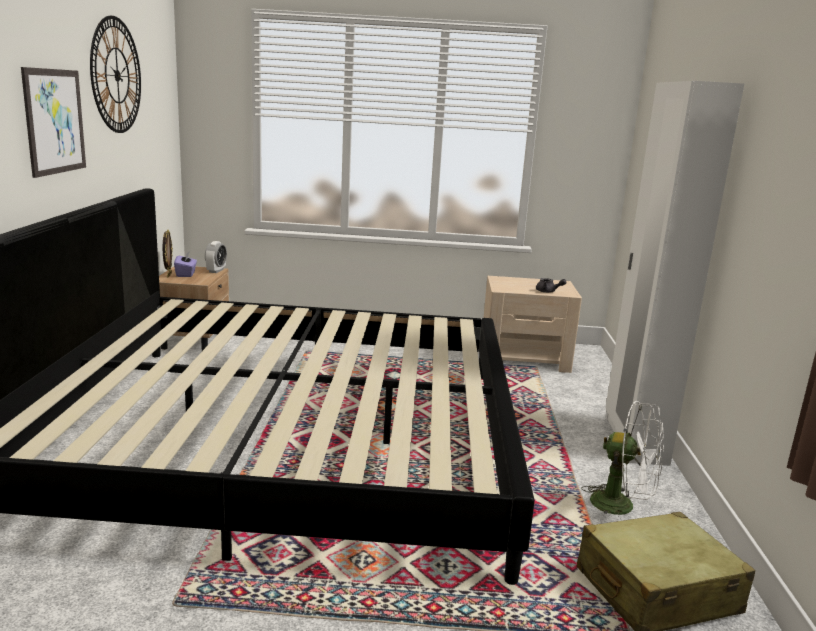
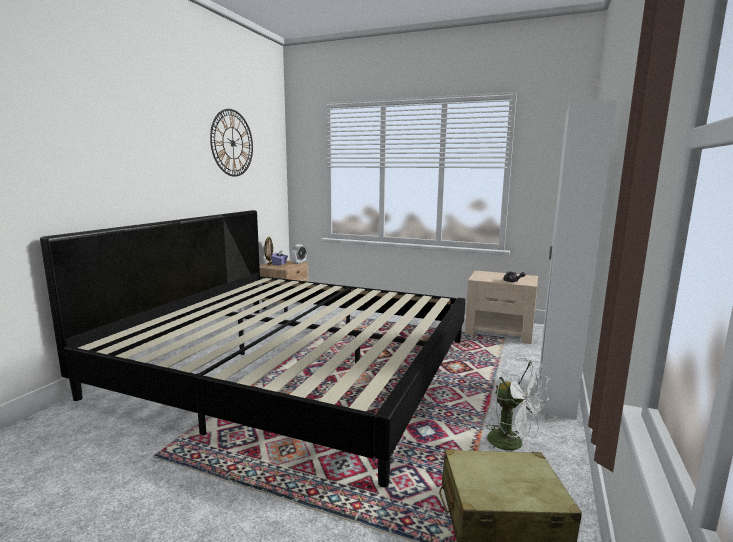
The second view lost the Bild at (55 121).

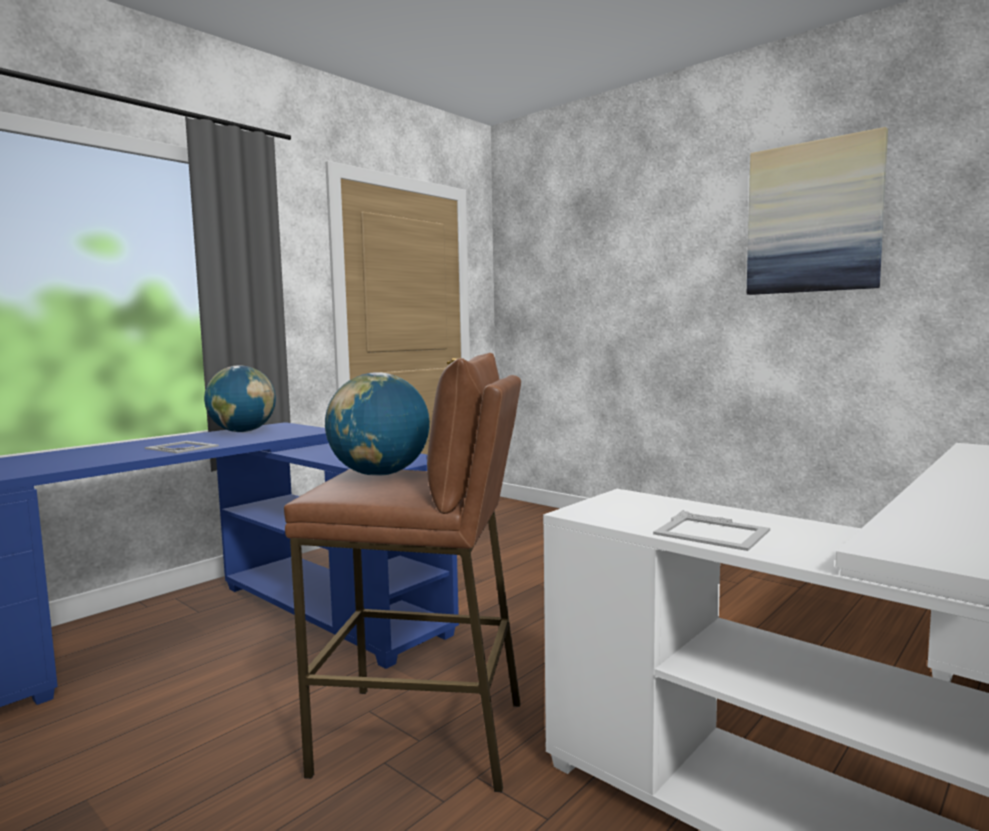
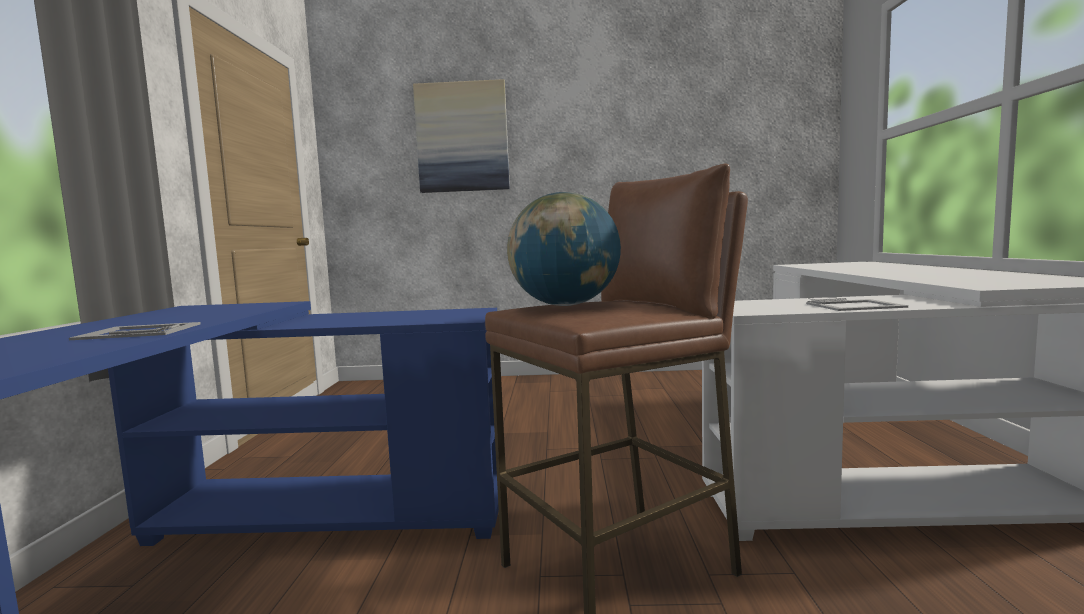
The second view lost the Globus at (243 431). The Bild ended up elsewhere, having gone from (813 218) to (462 137).

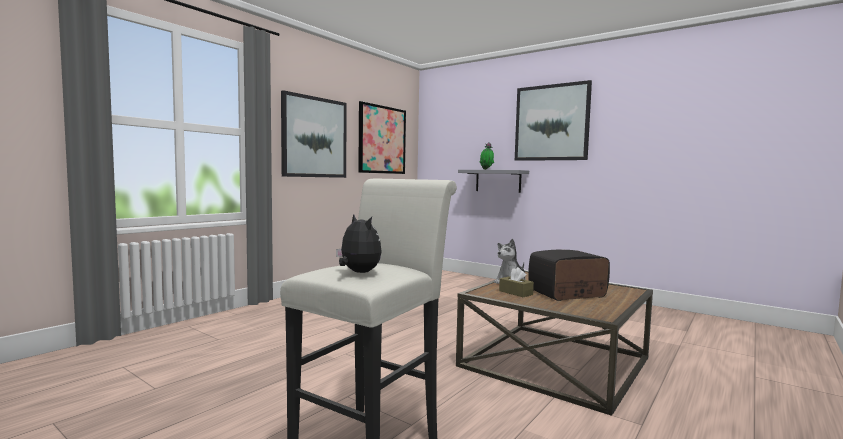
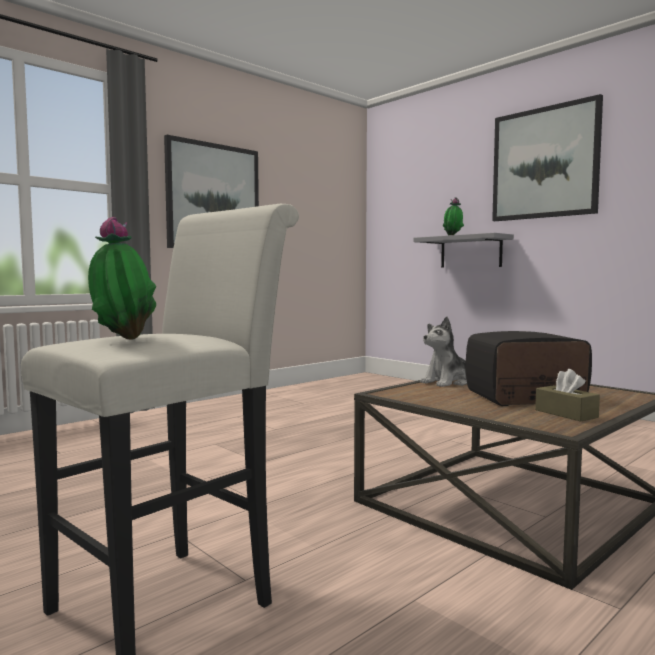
Where the Plüschtier stood at (358 273), the Topfpflanze came to stand at (122 339). The second view lost the Bild at (382 140). The Taschentuchbox [braun] ended up elsewhere, having gone from (515 293) to (566 414).

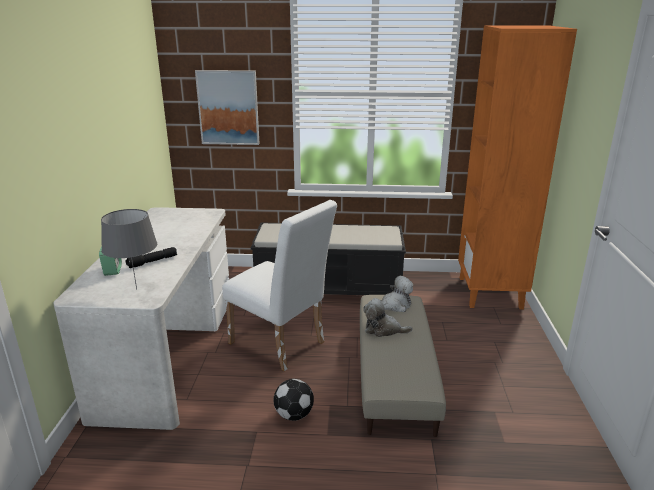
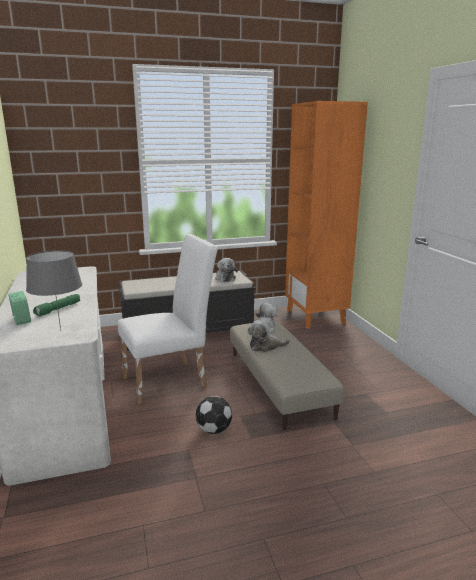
What was the Taschenlampe [schwarz] at (152 262) turned into the Taschenlampe [grün] at (58 309). The second view lost the Bild at (228 107). The Stuhl [weiß] at (281 345) ended up facing another way, 45 degrees counterclockwise from before. The second view gained the Plüschtier at (225 278).

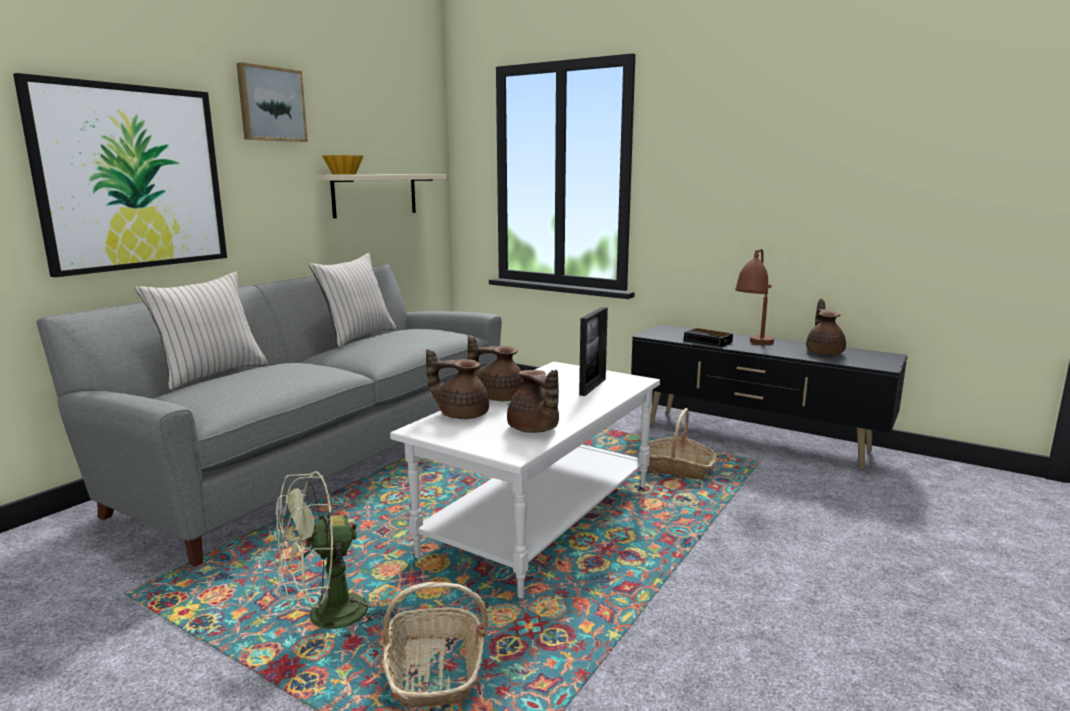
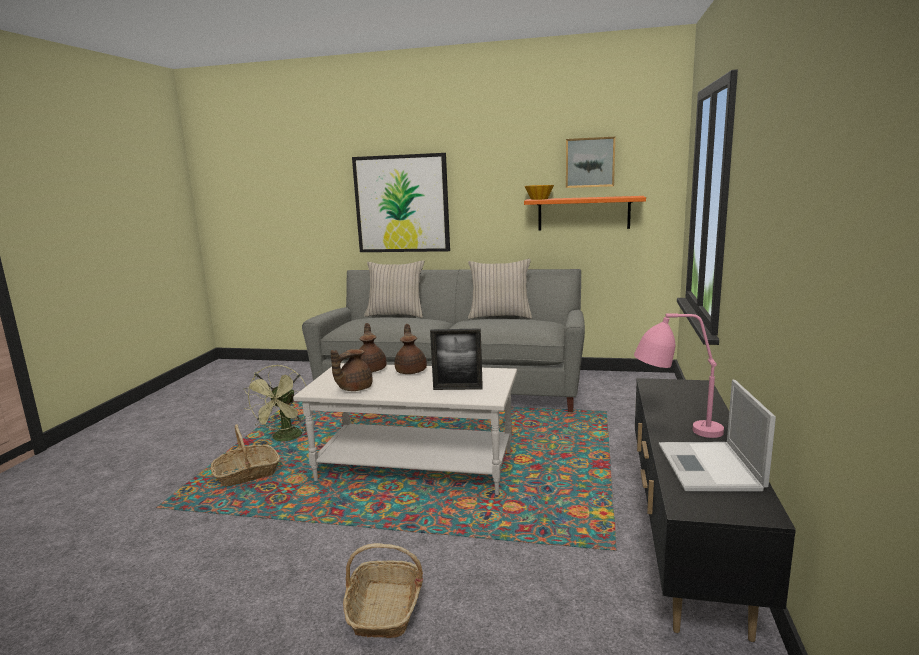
The Bild ended up elsewhere, having gone from (271 104) to (590 162). The Ventilator [grün] at (325 618) ended up facing another way, 120 degrees counterclockwise from before. What was the Wandregal [beige] at (375 195) turned into the Wandregal [orange] at (583 213). The Korb ended up elsewhere, having gone from (677 469) to (385 610). The second view lost the Wecker at (709 341). What was the Tischlampe [braun] at (753 347) turned into the Tischlampe [rosa] at (673 429). Where the Teekanne [braun] stood at (824 352), the Laptop came to stand at (710 468).

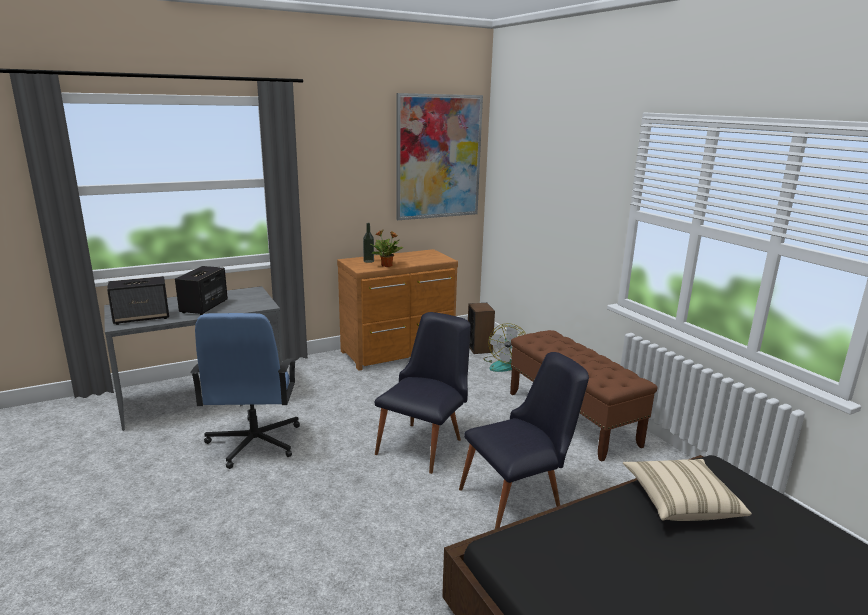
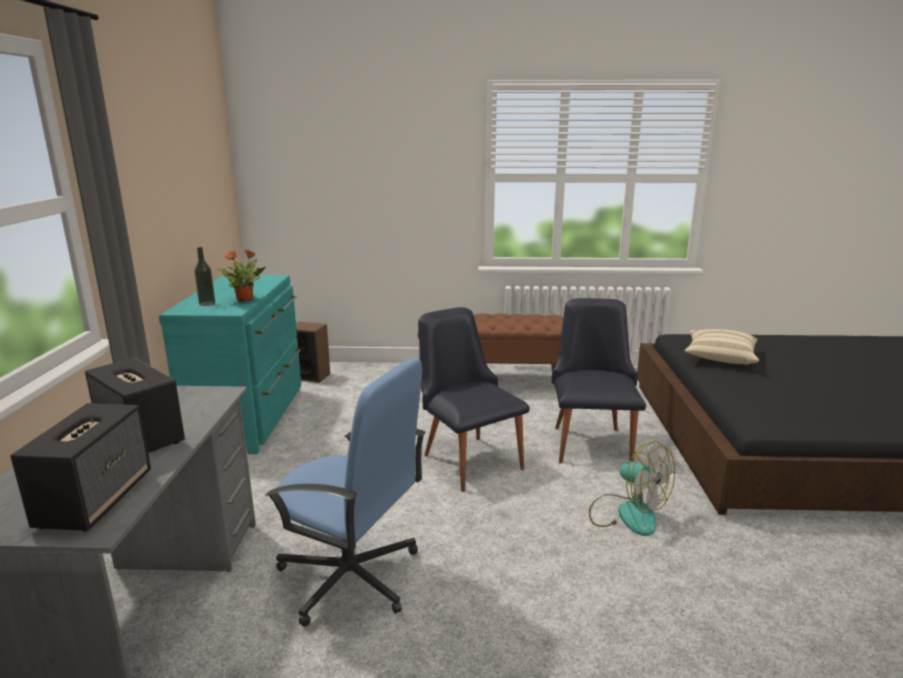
What was the Kommode [braun] at (399 352) turned into the Kommode [türkis] at (251 417). The second view lost the Bild at (438 157). The Ventilator ended up elsewhere, having gone from (504 364) to (627 513).

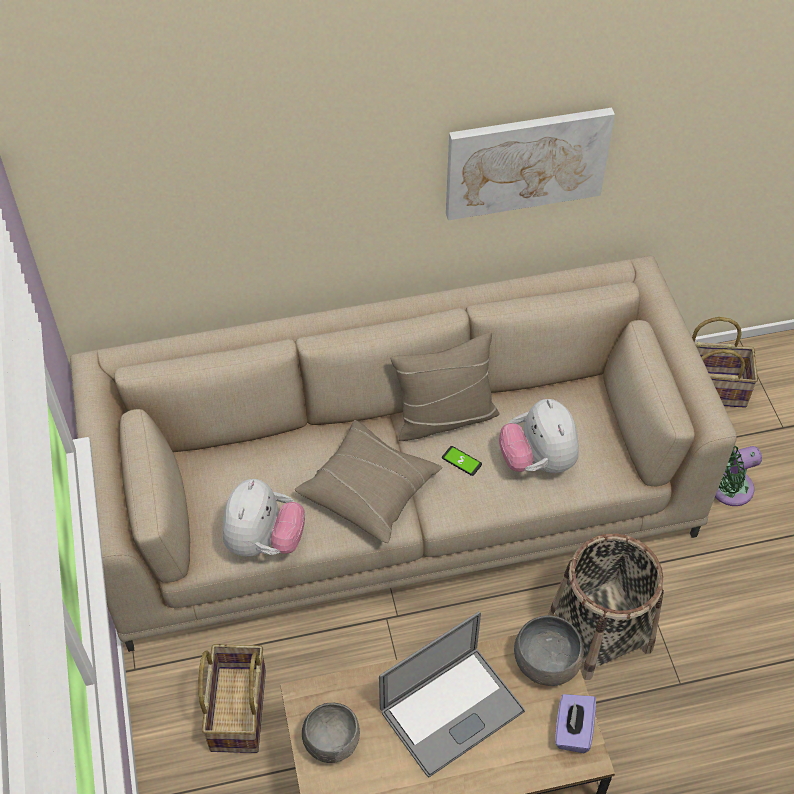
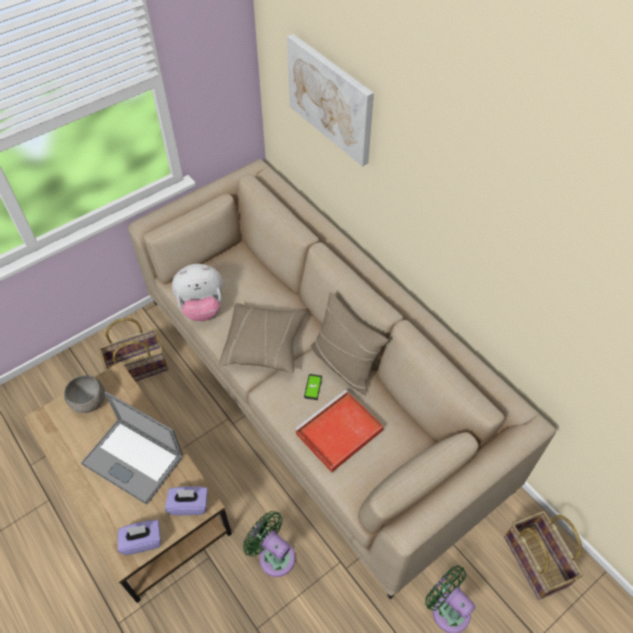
The Bild ended up elsewhere, having gone from (526 161) to (330 98). Where the Plüschtier stood at (537 460), the Tablett [rot] came to stand at (338 433). Where the Schüssel [grau] stood at (546 662), the Taschentuchbox [lila] came to stand at (189 505). Where the Korb stood at (600 633), the Ventilator [grün] came to stand at (274 555).

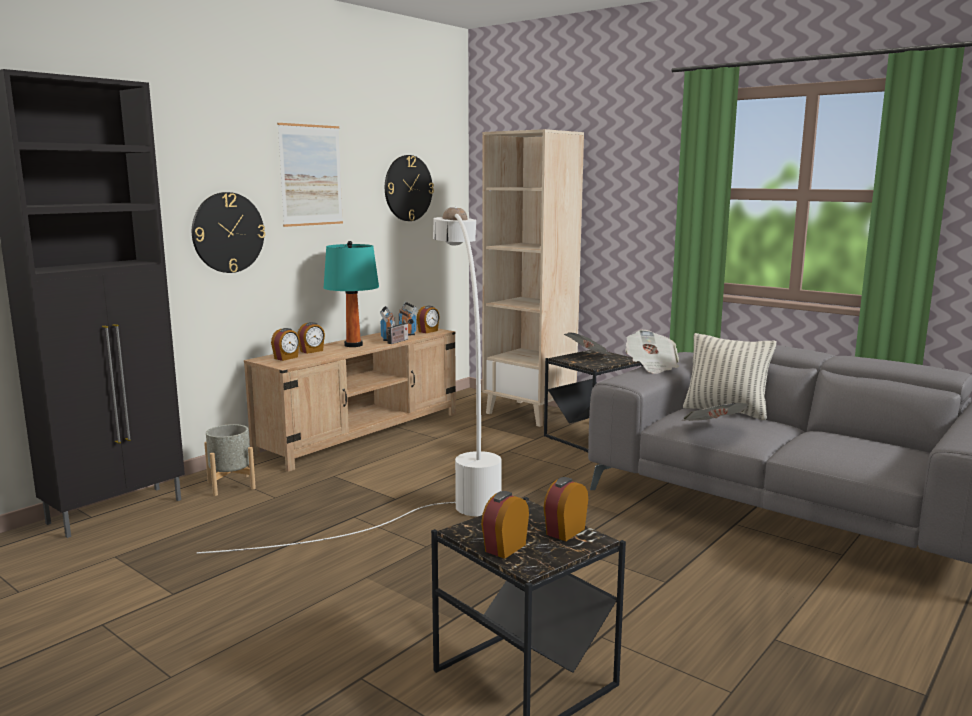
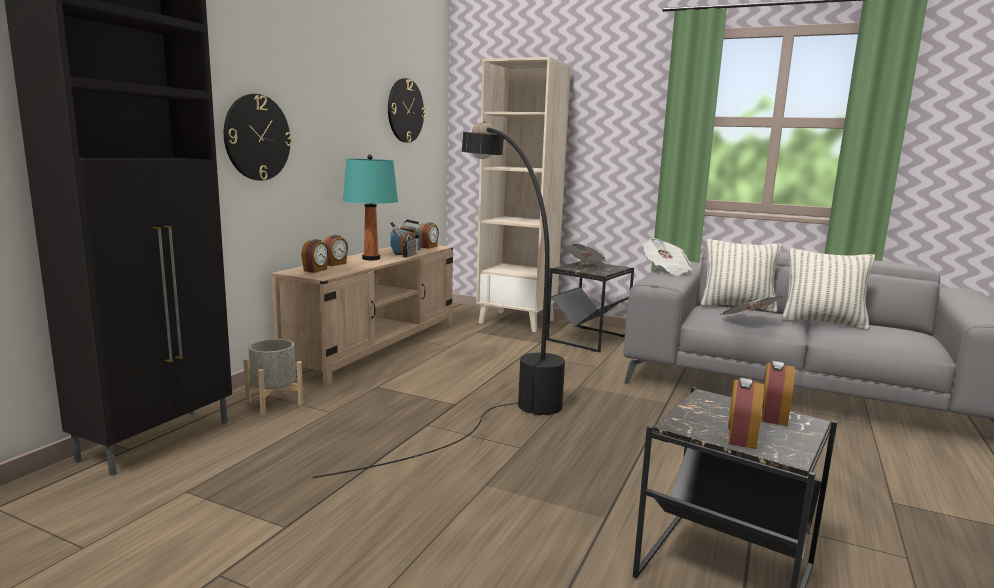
What was the Stehlampe [weiß] at (445 488) turned into the Stehlampe [schwarz] at (494 391). The second view lost the Bild at (311 175). The second view gained the Kissen at (822 323).

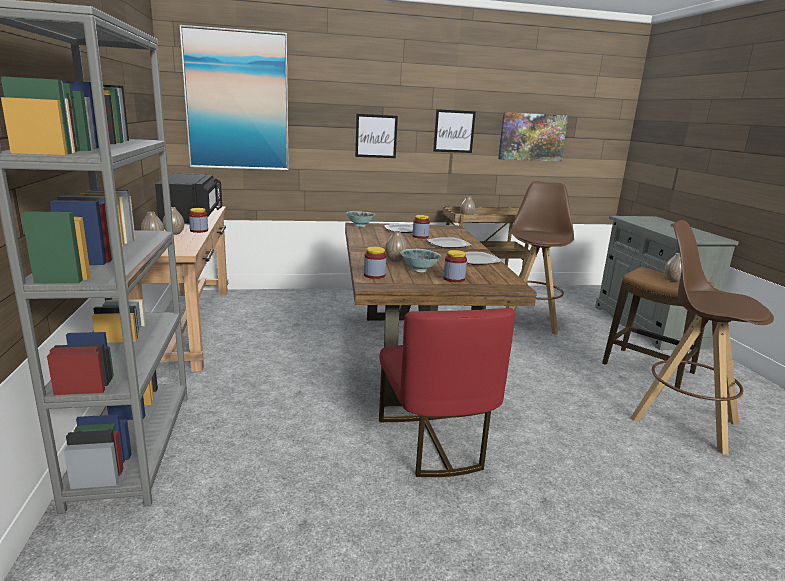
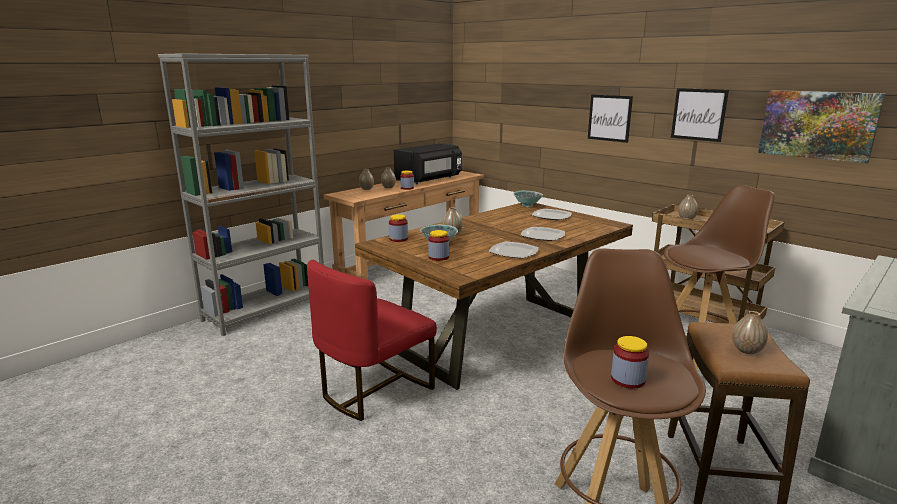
The second view lost the Bild at (237 101). The Vorratsglas ended up elsewhere, having gone from (420 236) to (628 379).

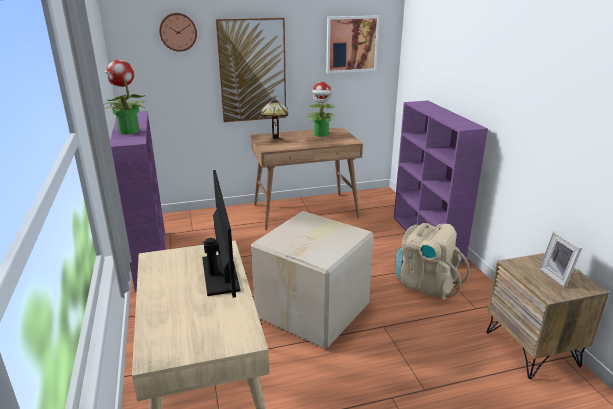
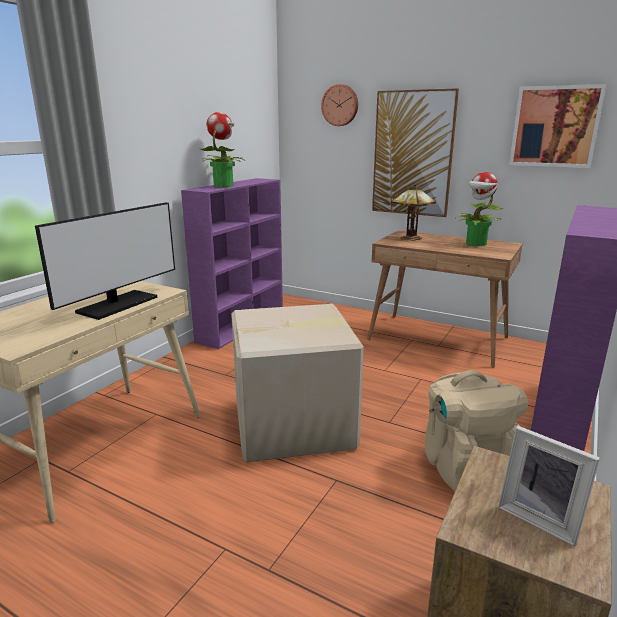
The Bilderrahmen at (557 276) ended up facing another way, 75 degrees counterclockwise from before.

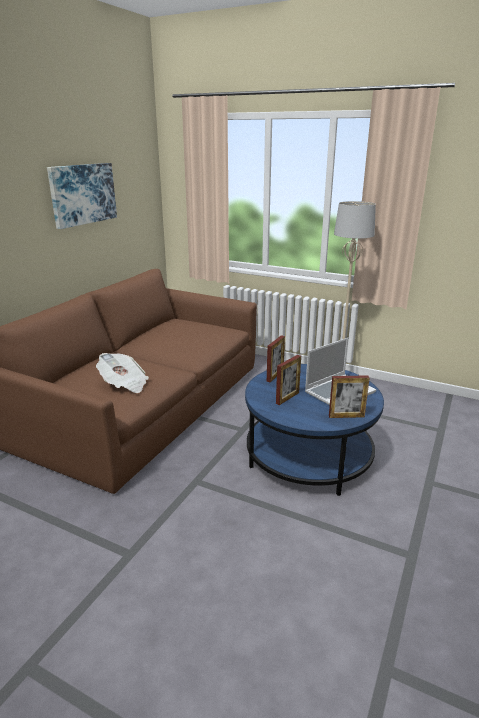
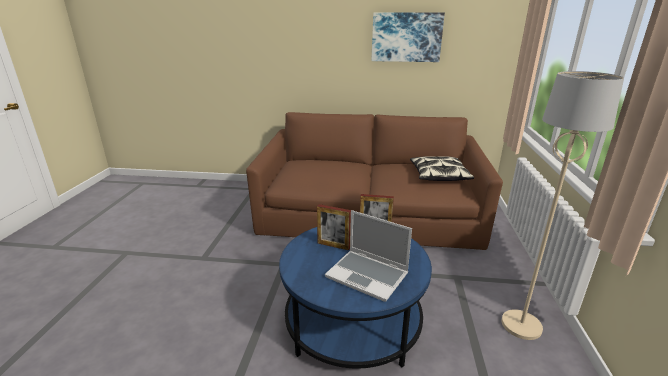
The second view lost the Zeitung at (124 384). The second view lost the Bilderrahmen at (346 416). The second view gained the Kissen at (438 175).

